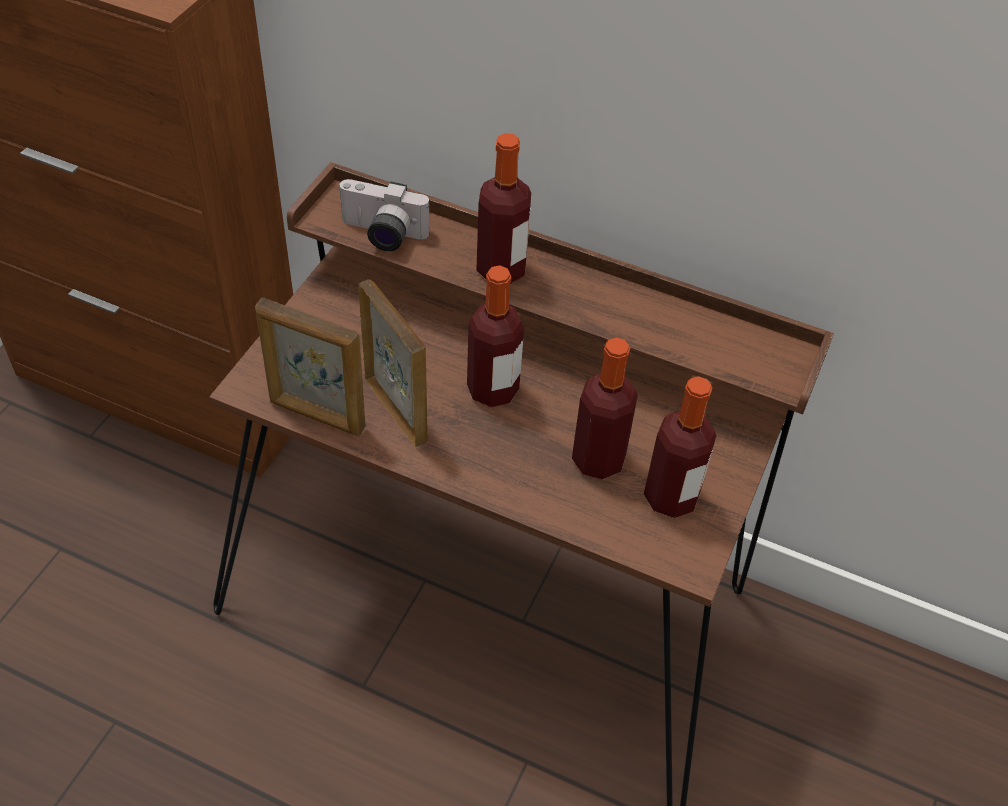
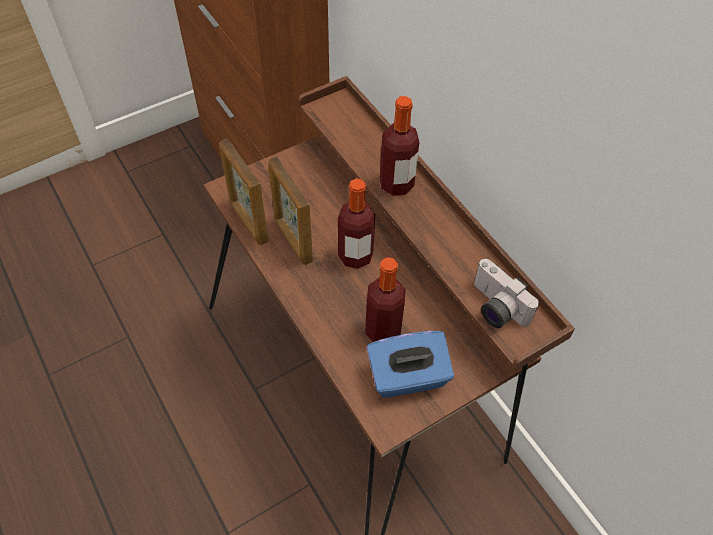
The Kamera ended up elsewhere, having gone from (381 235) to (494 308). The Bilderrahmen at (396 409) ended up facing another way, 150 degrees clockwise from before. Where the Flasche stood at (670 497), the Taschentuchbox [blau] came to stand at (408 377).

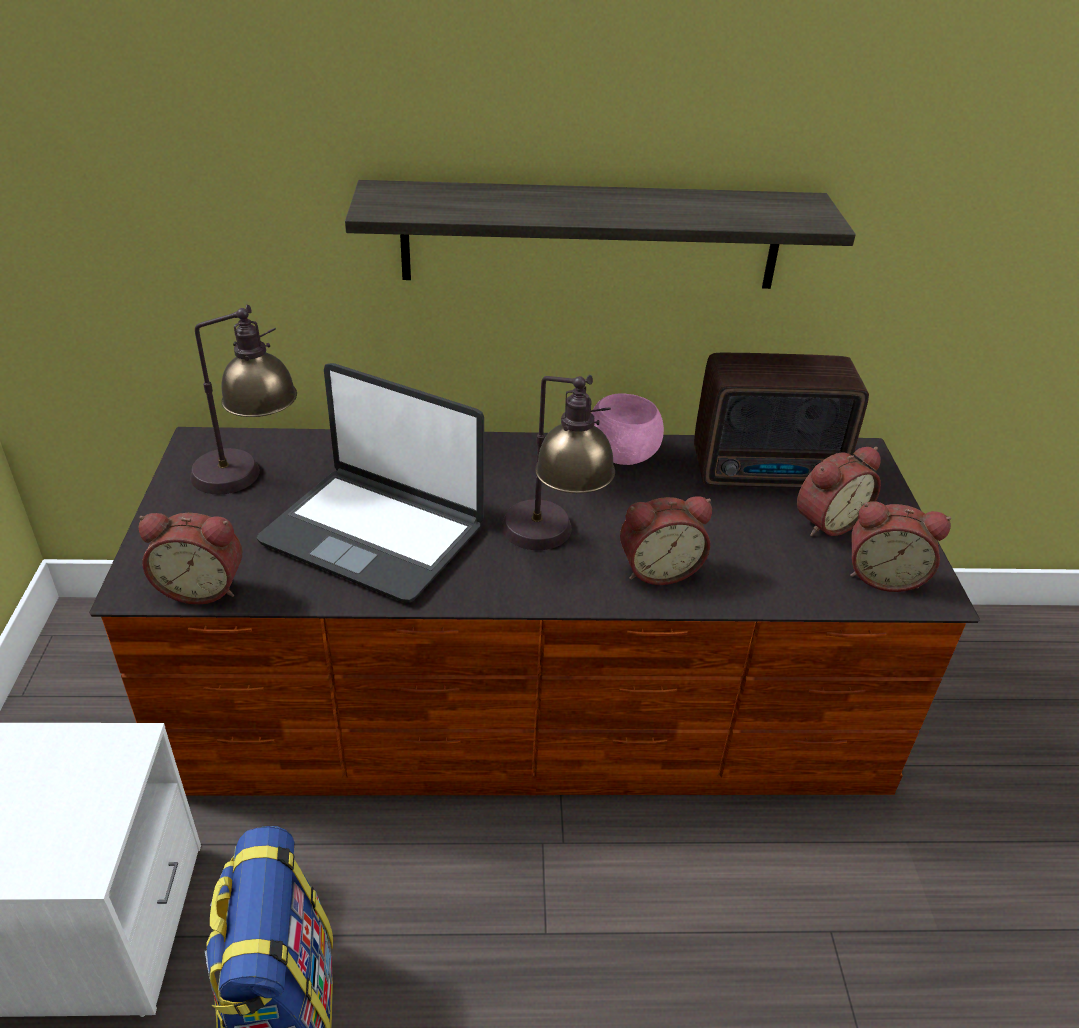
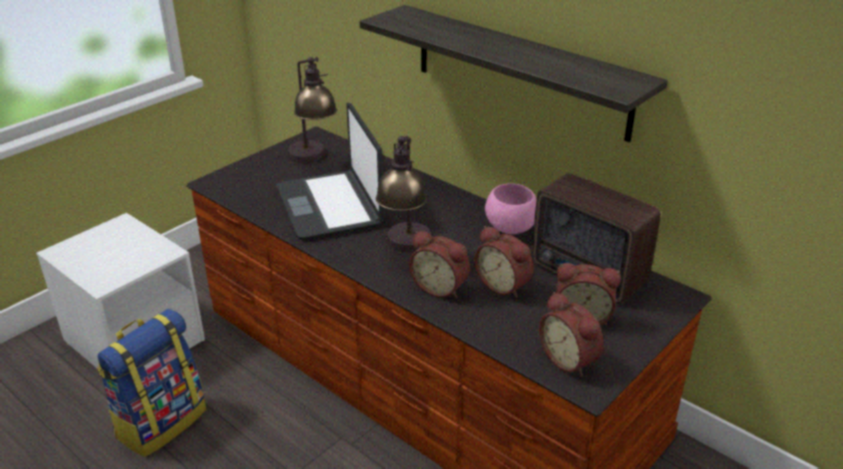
The Wecker ended up elsewhere, having gone from (202 587) to (504 285).

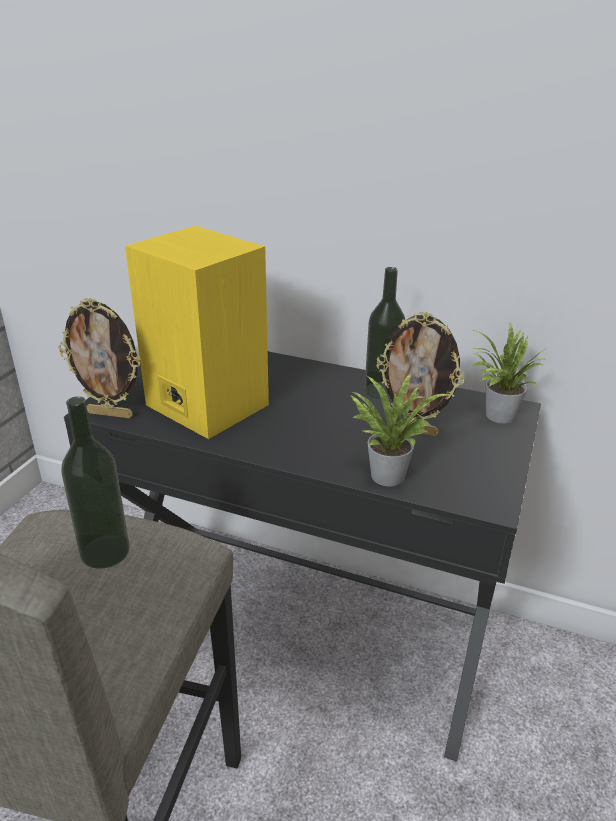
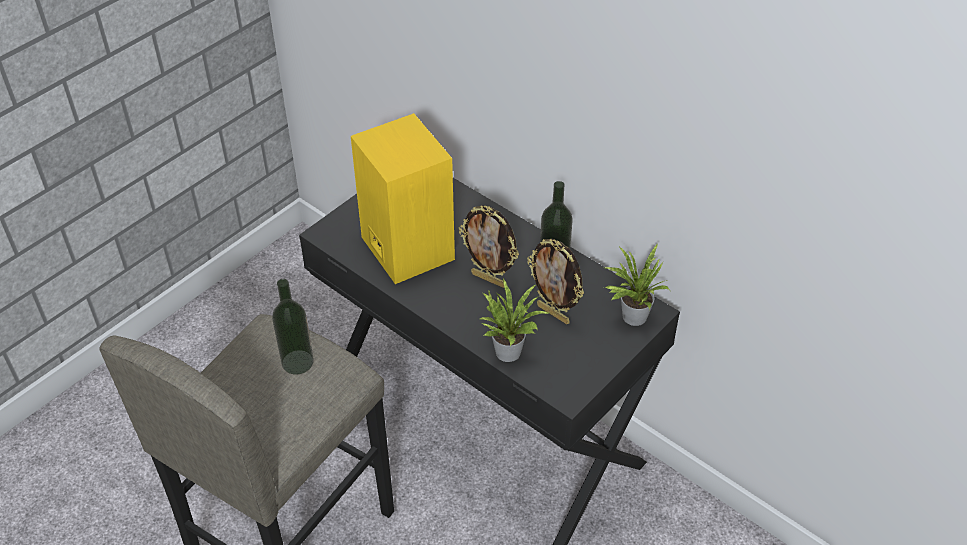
The Bilderrahmen ended up elsewhere, having gone from (111 414) to (489 279).

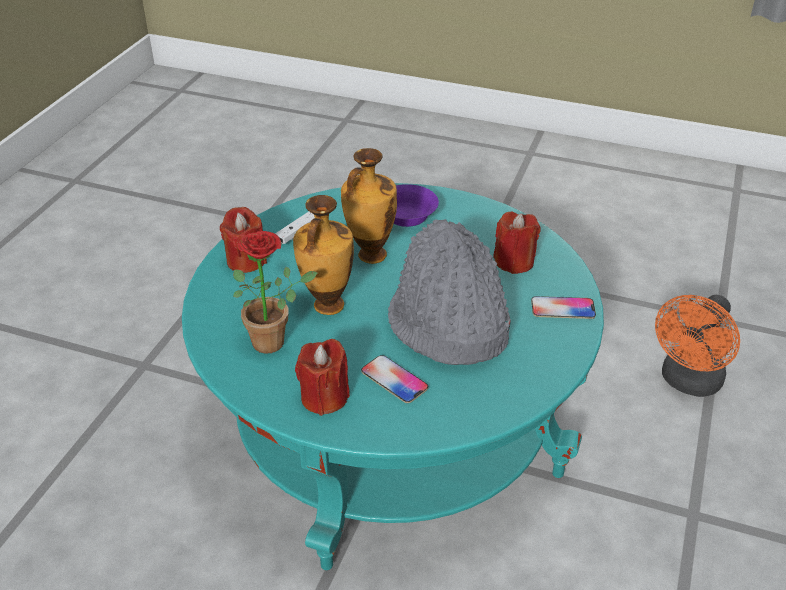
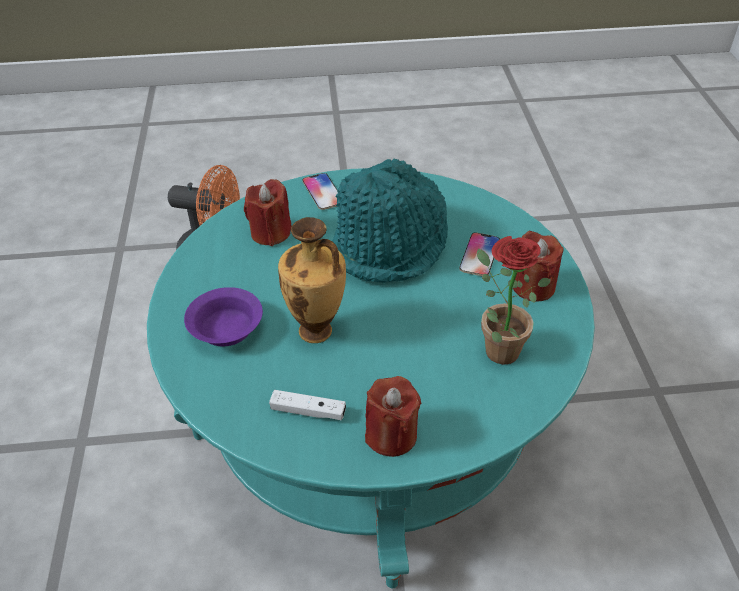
The second view lost the Vase at (327 306). What was the Hut [grau] at (447 326) turned into the Hut [türkis] at (391 246).

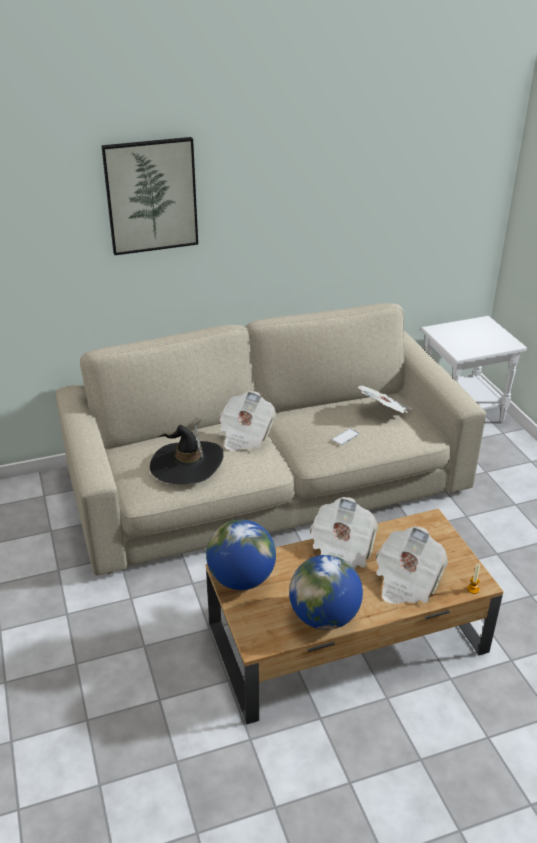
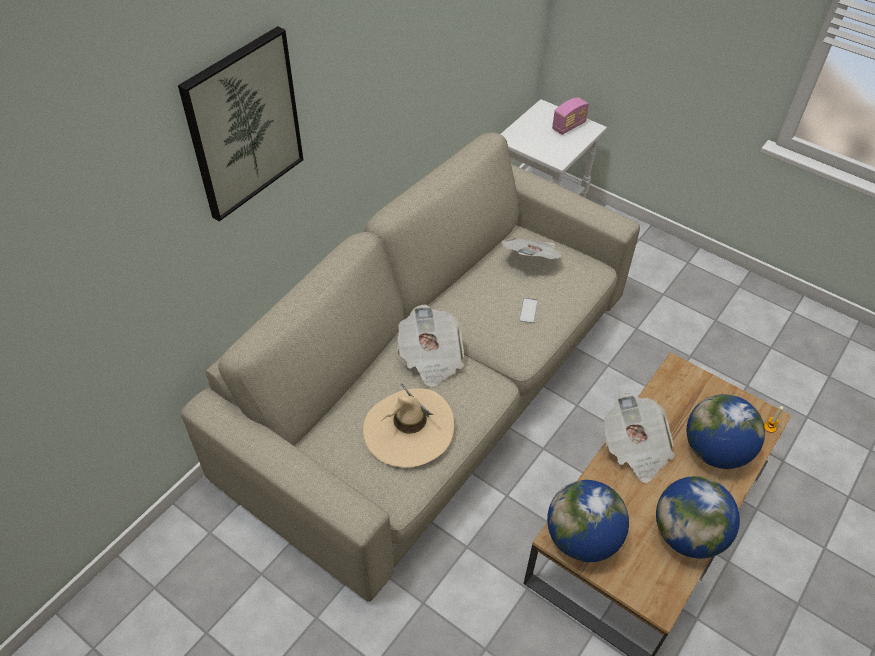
What was the Hut [schwarz] at (187 464) turned into the Hut [beige] at (408 430). Where the Zeitung stood at (406 581), the Globus came to stand at (715 451). The second view gained the Radio at (569 126).

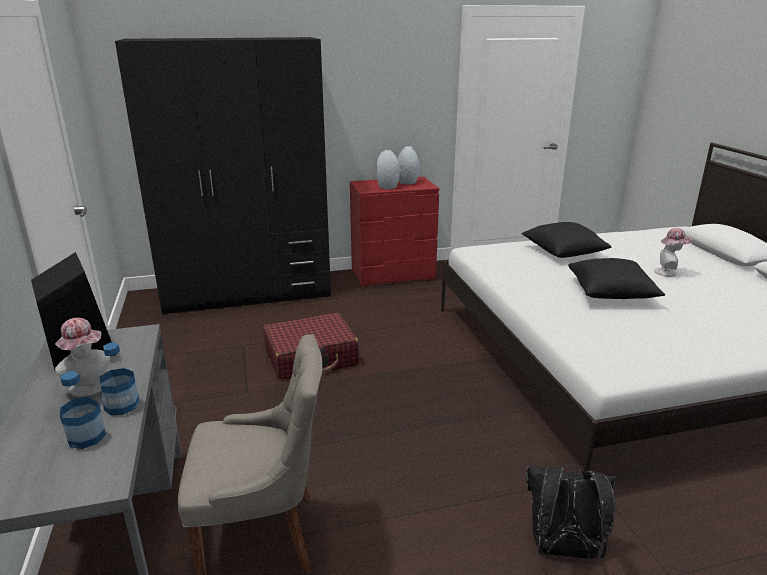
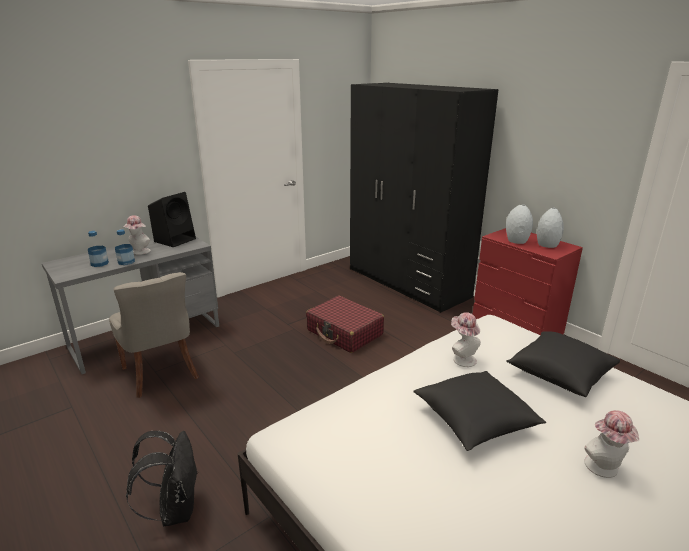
The second view gained the Hut at (462 358).

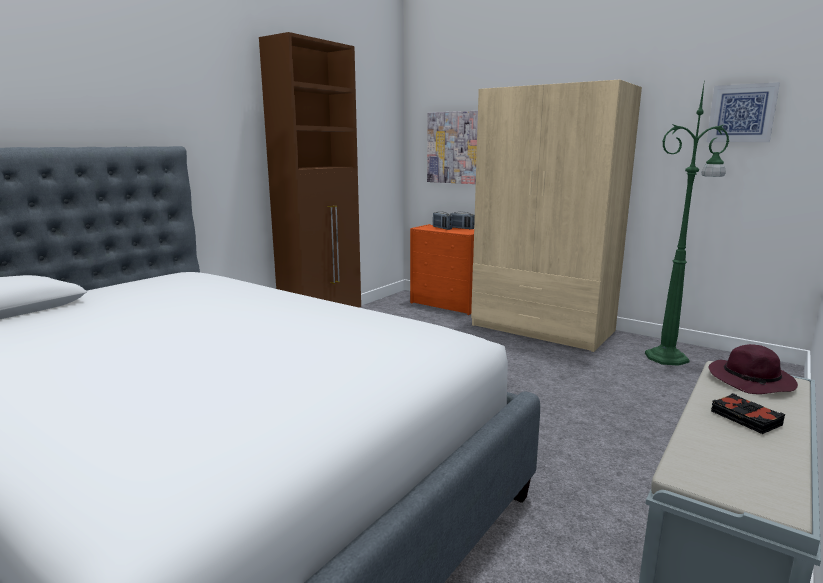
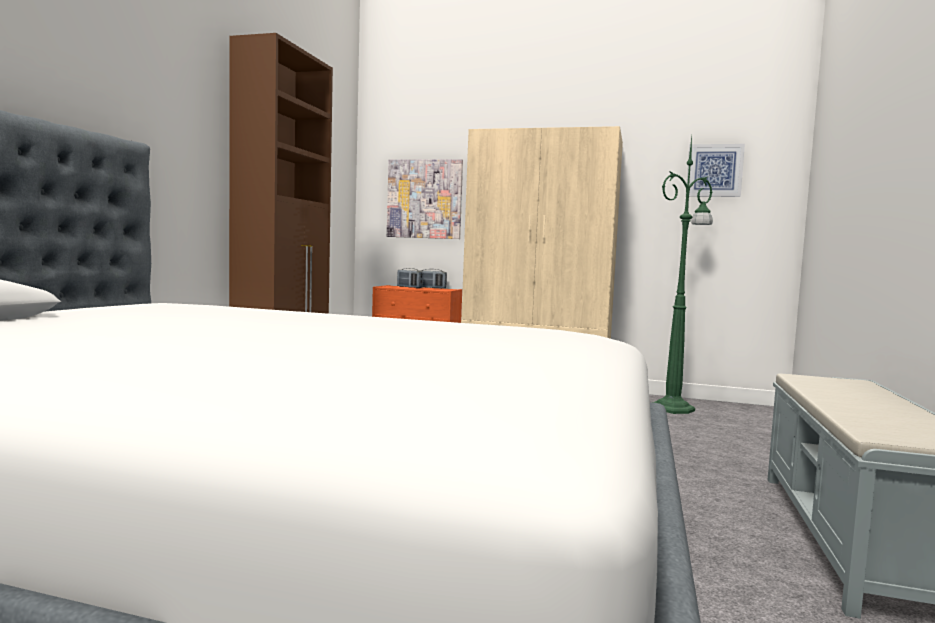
The second view lost the Hut [lila] at (752 381). The second view lost the Buch [schwarz] at (745 418).

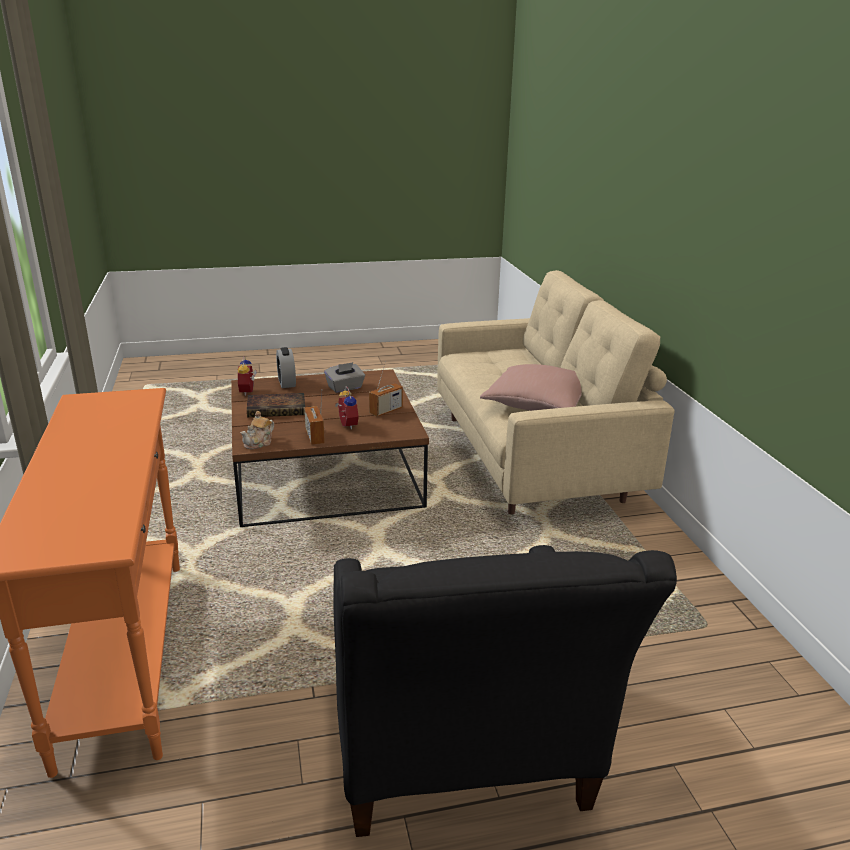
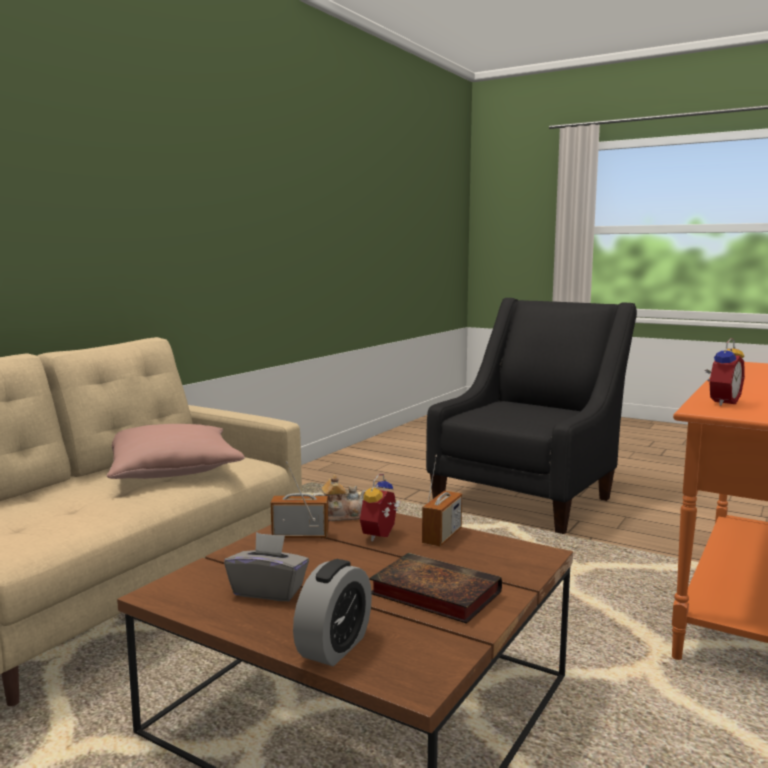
The Wecker ended up elsewhere, having gone from (249 392) to (721 402). The Teekanne ended up elsewhere, having gone from (259 443) to (341 516).

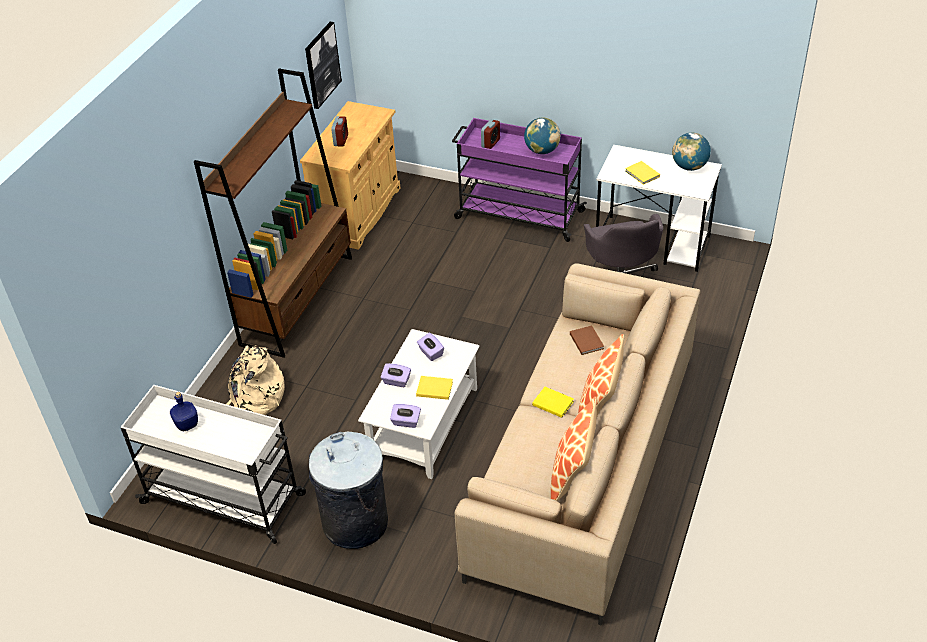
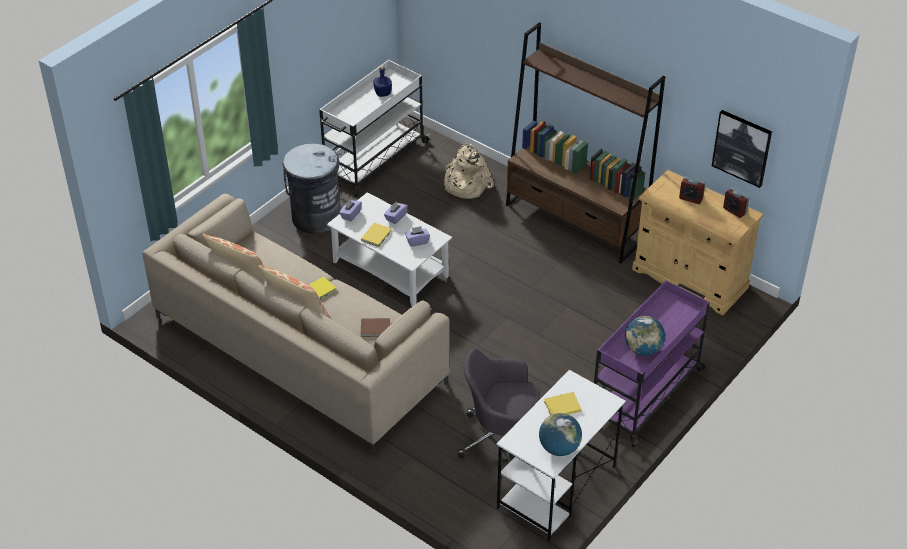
The Wecker ended up elsewhere, having gone from (490 143) to (734 211).

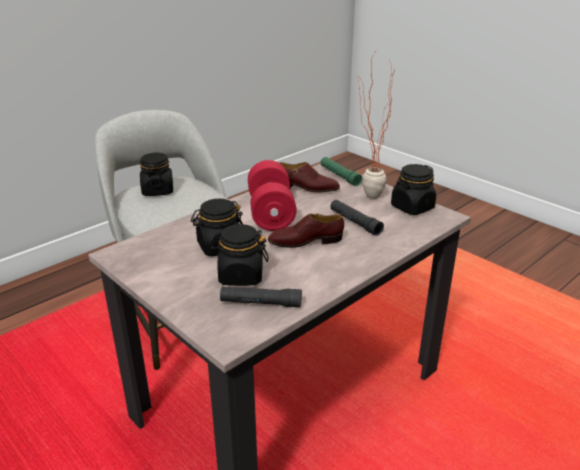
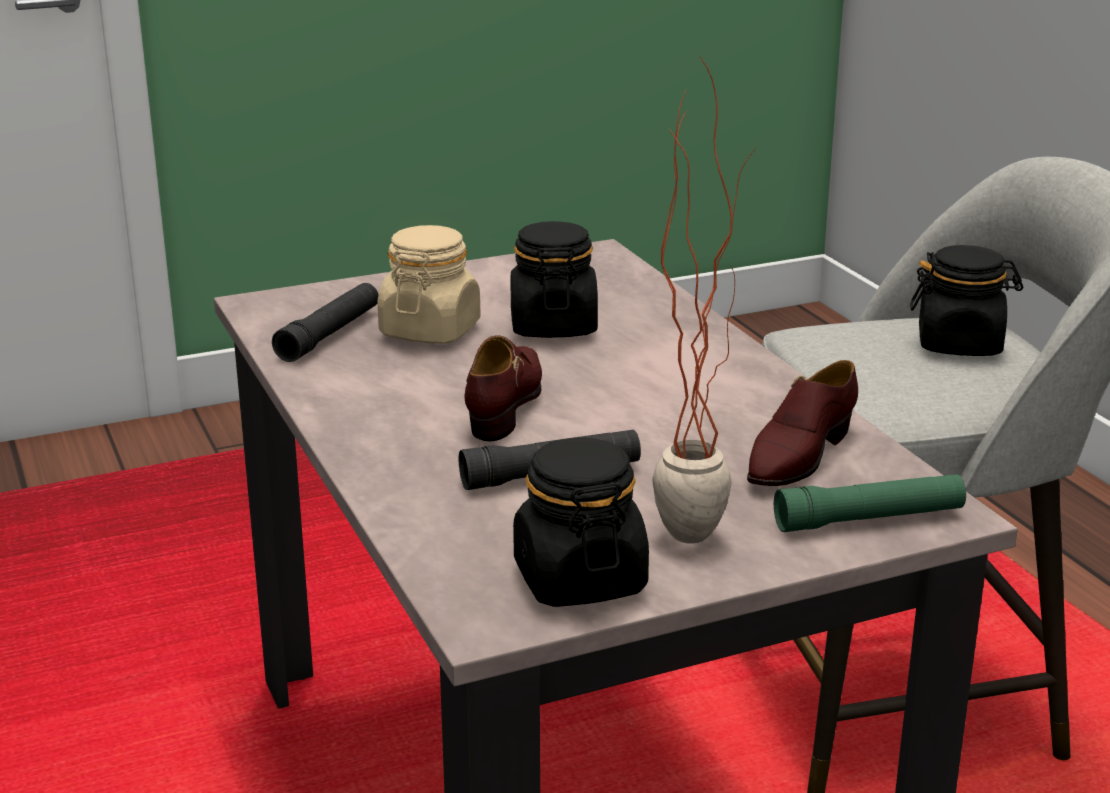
What was the Vorratsglas [schwarz] at (240 276) turned into the Vorratsglas [beige] at (430 330). The second view lost the Hantel [rot] at (271 213).

